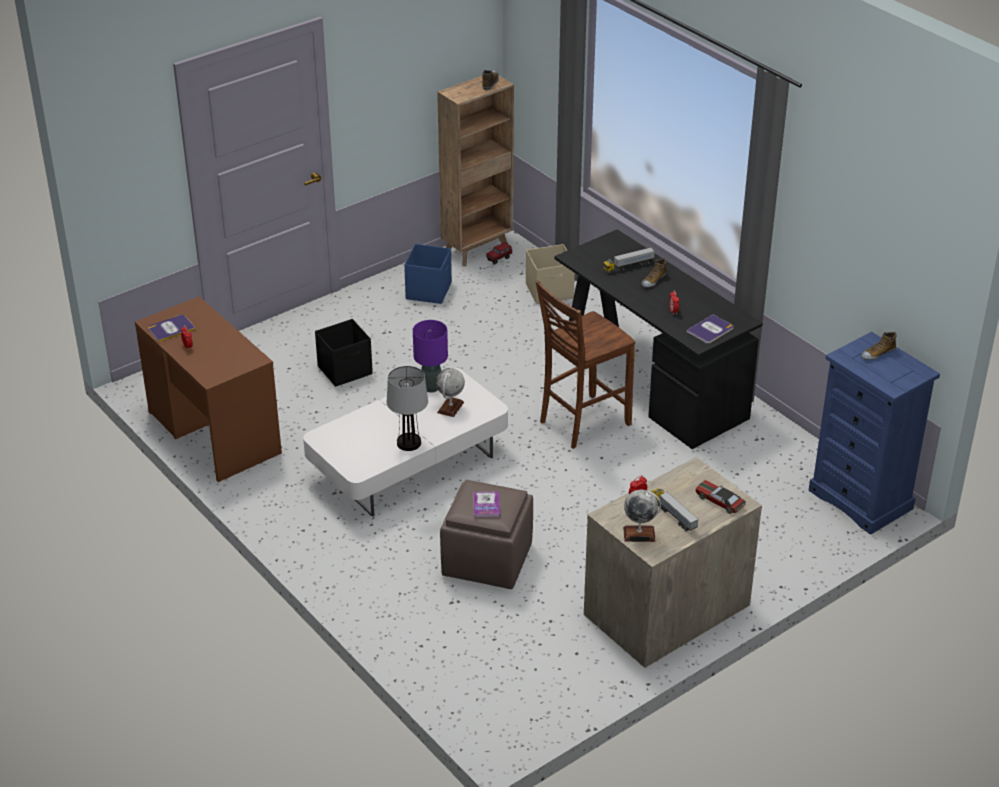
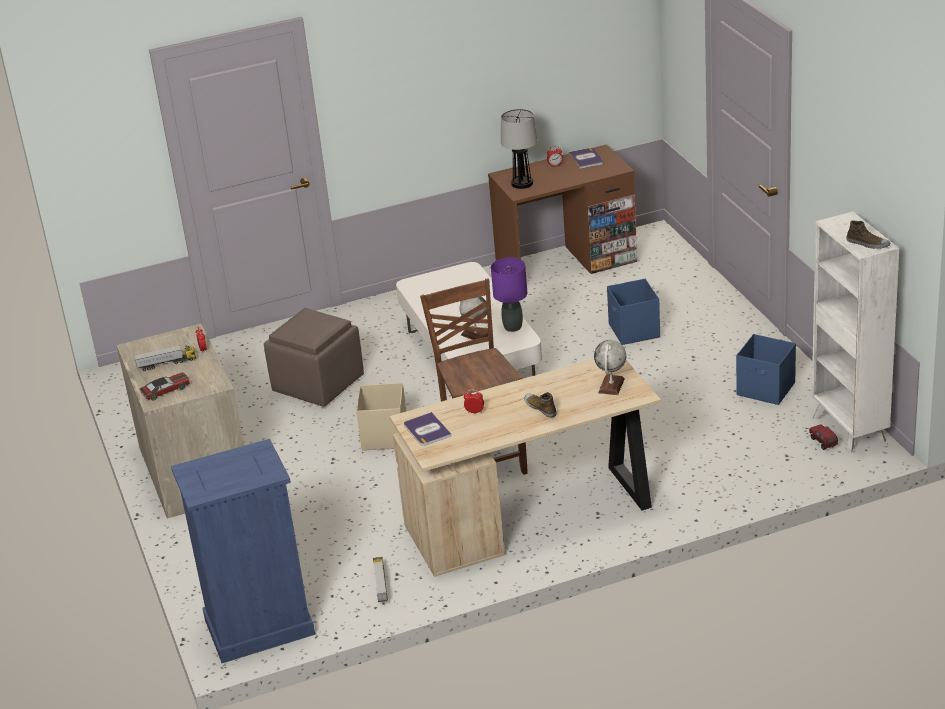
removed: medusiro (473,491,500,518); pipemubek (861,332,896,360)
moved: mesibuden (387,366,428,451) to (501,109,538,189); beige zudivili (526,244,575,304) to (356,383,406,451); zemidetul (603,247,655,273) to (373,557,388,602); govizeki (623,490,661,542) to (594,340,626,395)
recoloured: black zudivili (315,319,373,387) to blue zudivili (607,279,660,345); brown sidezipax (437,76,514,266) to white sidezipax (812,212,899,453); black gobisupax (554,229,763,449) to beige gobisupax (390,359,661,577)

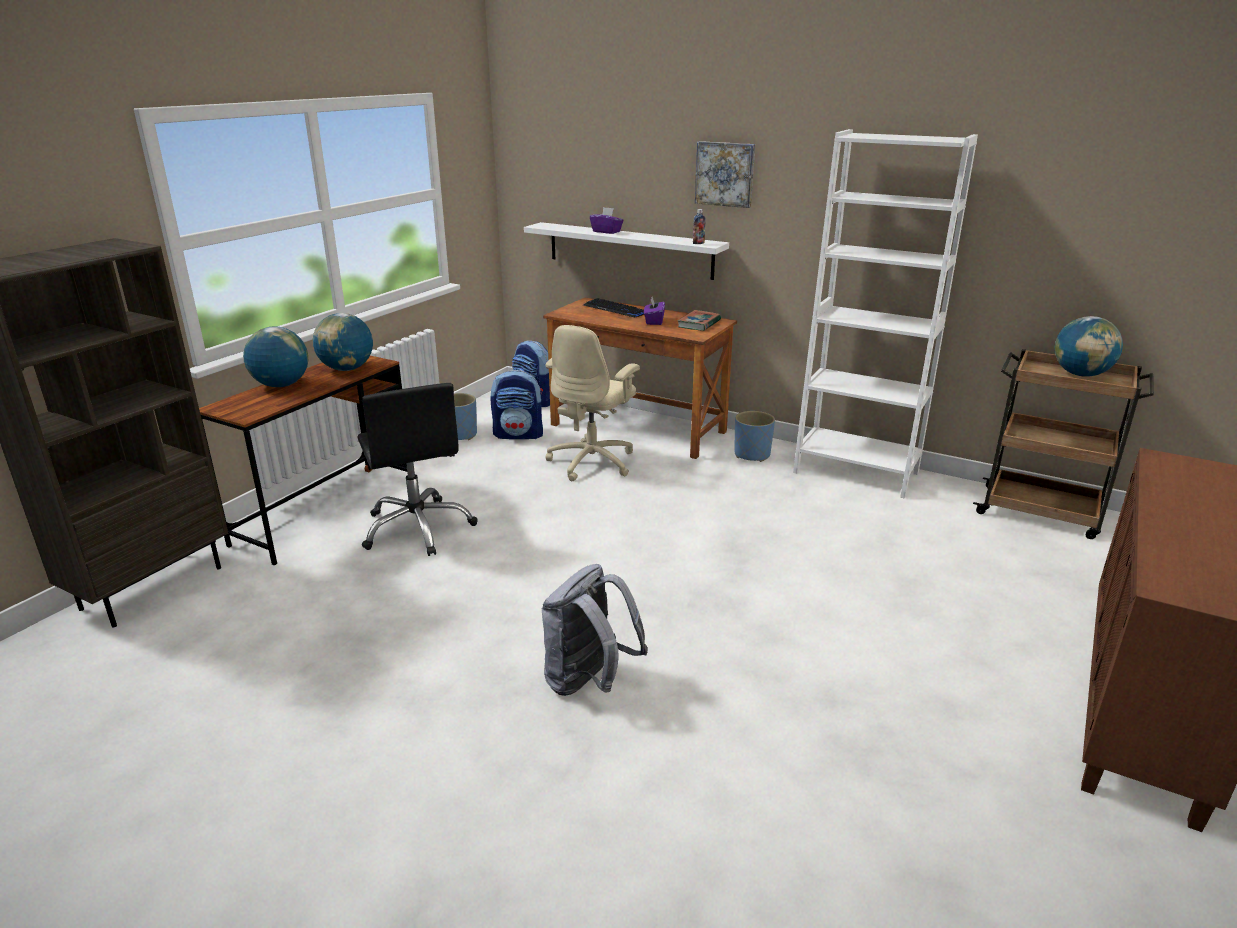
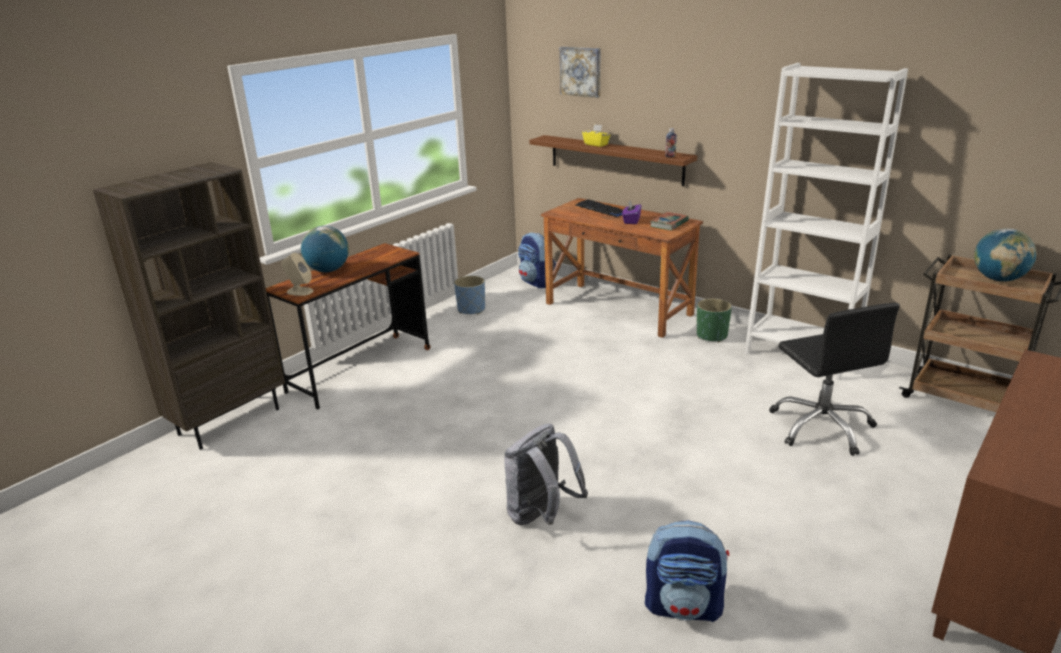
removed: govizeki (313,313,373,371); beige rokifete (546,325,640,481)
added: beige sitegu (281,253,314,296)
moved: black rokifete (357,383,477,556) to (769,303,900,456); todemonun (490,370,543,439) to (645,521,730,622); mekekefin (695,141,755,208) to (560,47,600,98)
recoloured: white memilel (524,222,729,280) to brown memilel (529,135,697,186); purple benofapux (590,207,624,234) to yellow benofapux (582,124,610,147); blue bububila (734,411,775,462) to green bububila (697,298,732,342)

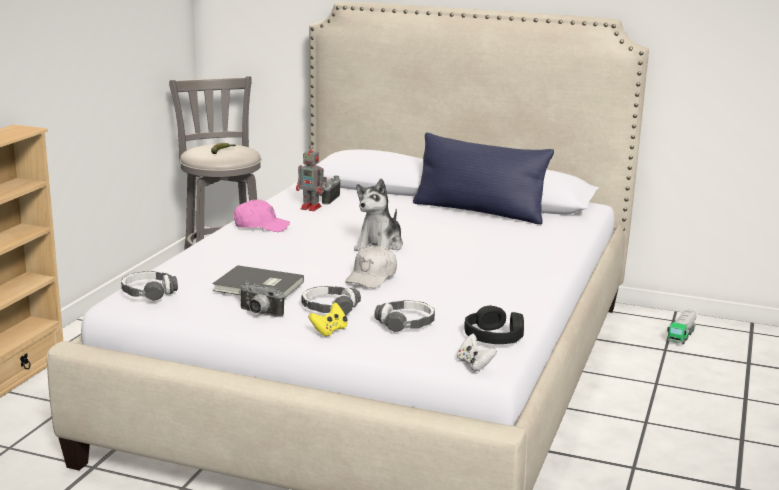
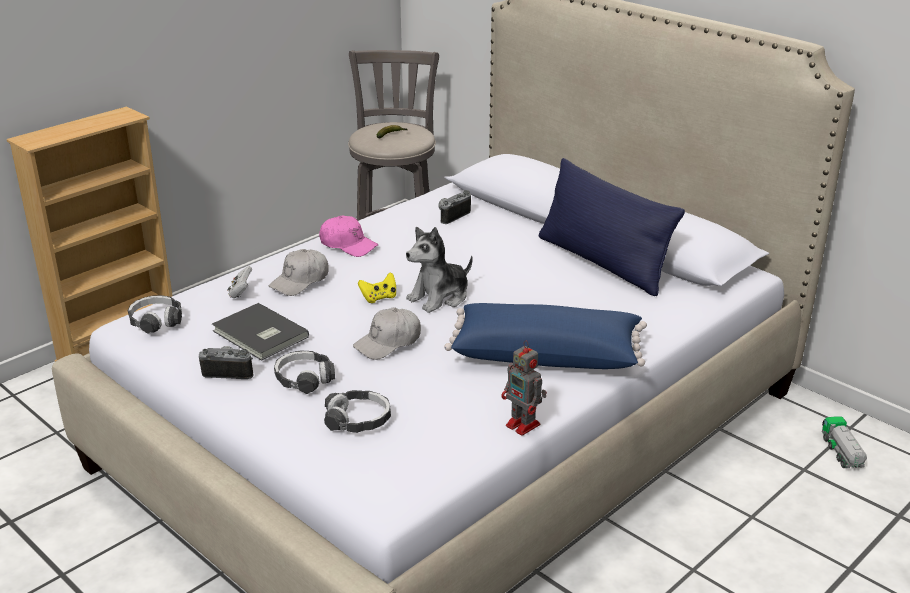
removed: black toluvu (464,306,524,344)
added: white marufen (268,249,329,296); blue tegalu (444,303,647,369)
moved: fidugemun (296,144,327,211) to (501,341,547,436); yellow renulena (309,302,348,336) to (358,272,397,303); white renulena (457,333,497,371) to (227,266,252,298)
turned: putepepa (239,281,284,317) = (199,346,253,379) 135 degrees clockwise; zemidetul (667,309,697,344) = (822,417,867,468) 120 degrees clockwise

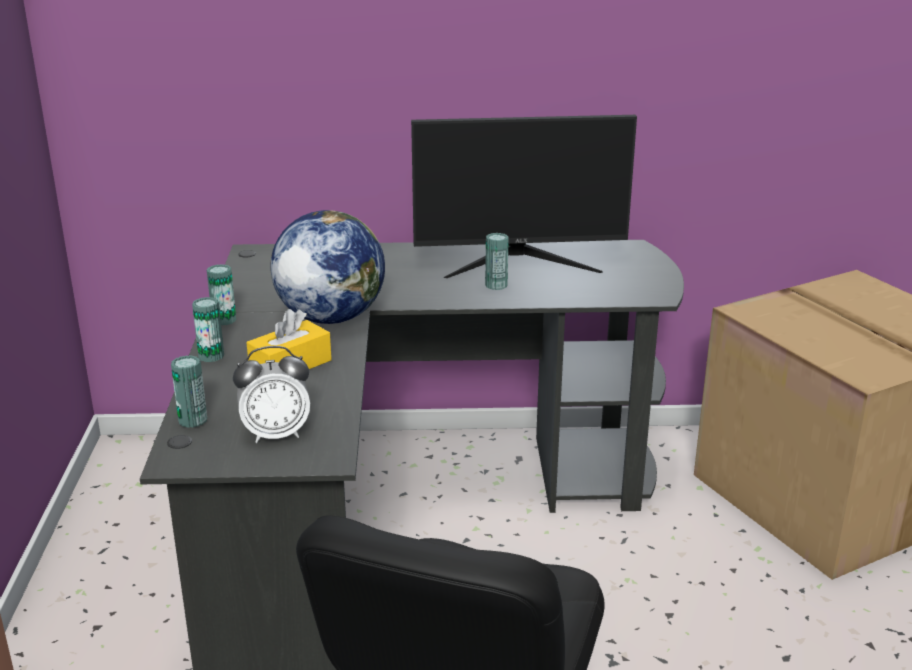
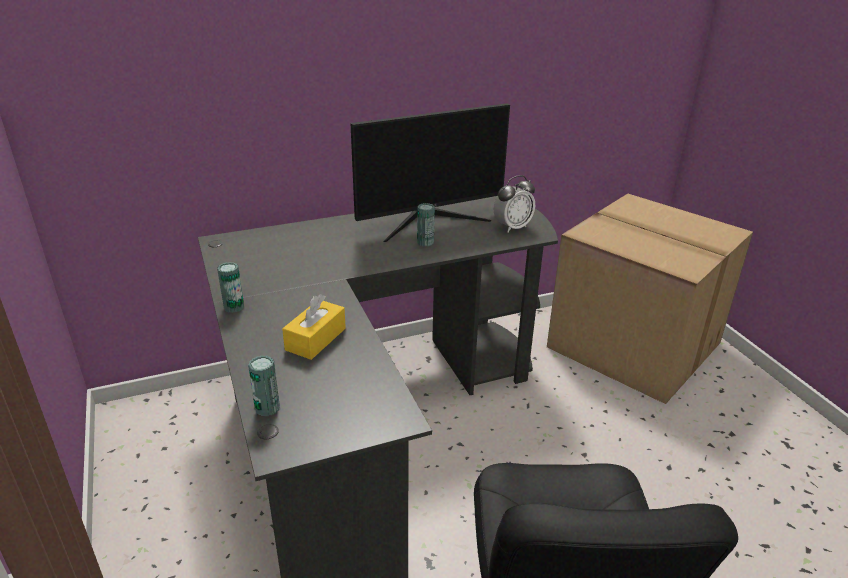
removed: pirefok (192,297,224,362); govizeki (270,210,385,324)
moved: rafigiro (233,346,310,443) to (494,175,535,232)

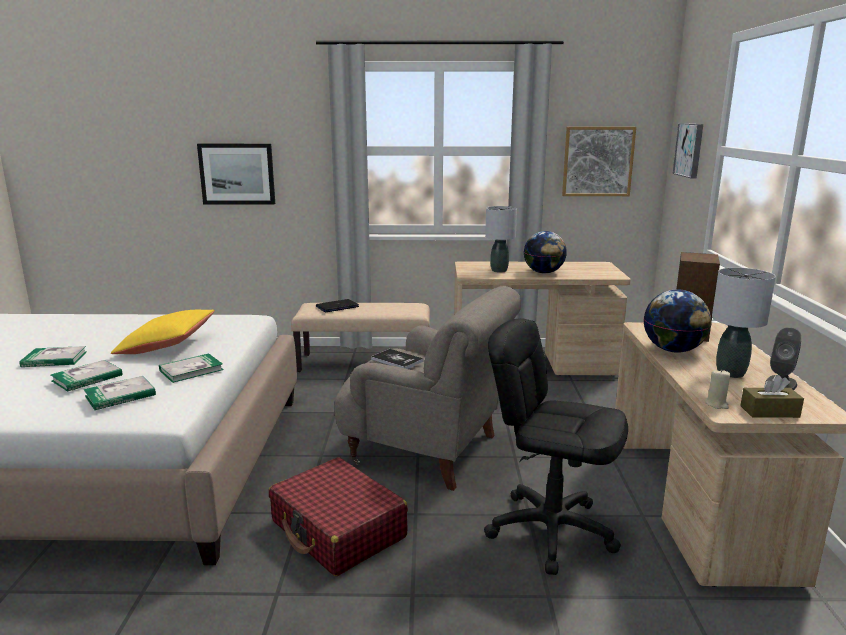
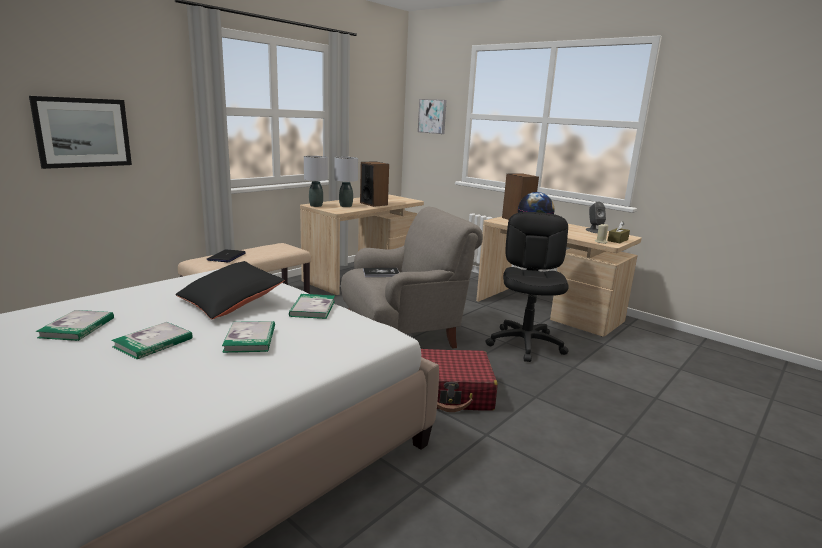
removed: mekekefin (562,127,636,196)
moved: medusiro (84,376,156,410) to (36,310,114,341); grey mesibuden (712,268,776,378) to (304,156,328,207)
replaced: govizeki (524,231,567,274) to sitegu (360,161,389,207)
recoloured: yellow tegalu (111,310,215,354) to black tegalu (175,261,284,319)
turned: black rokifete (484,318,628,575) = (485,212,569,362) 120 degrees clockwise

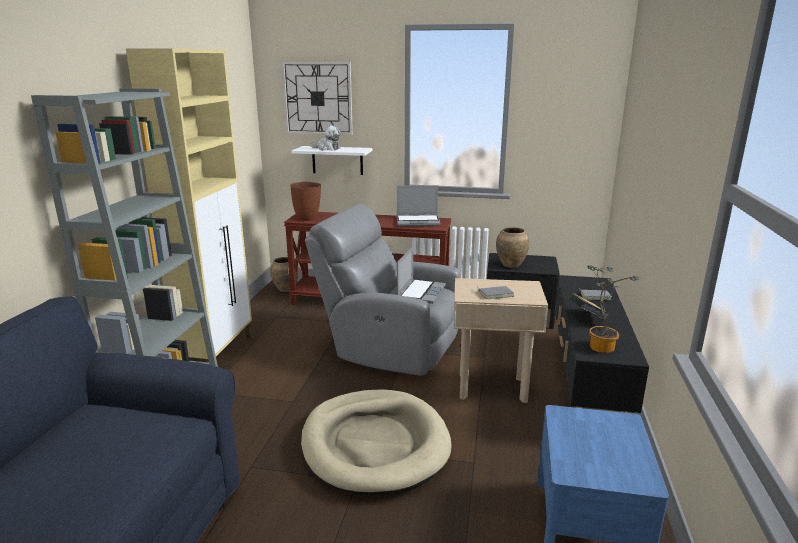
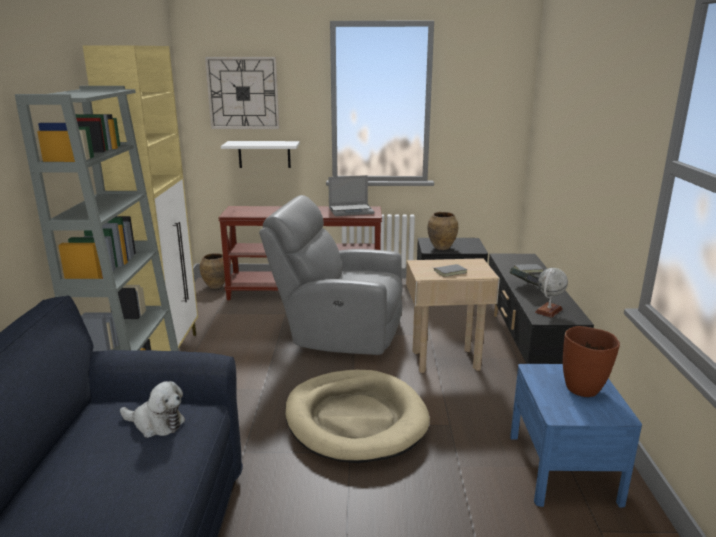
removed: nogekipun (397,247,446,304)
moved: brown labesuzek (290,181,321,221) to (563,326,620,397); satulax (310,125,341,151) to (120,381,185,438)
replaced: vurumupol (587,265,639,353) to govizeki (535,268,568,318)

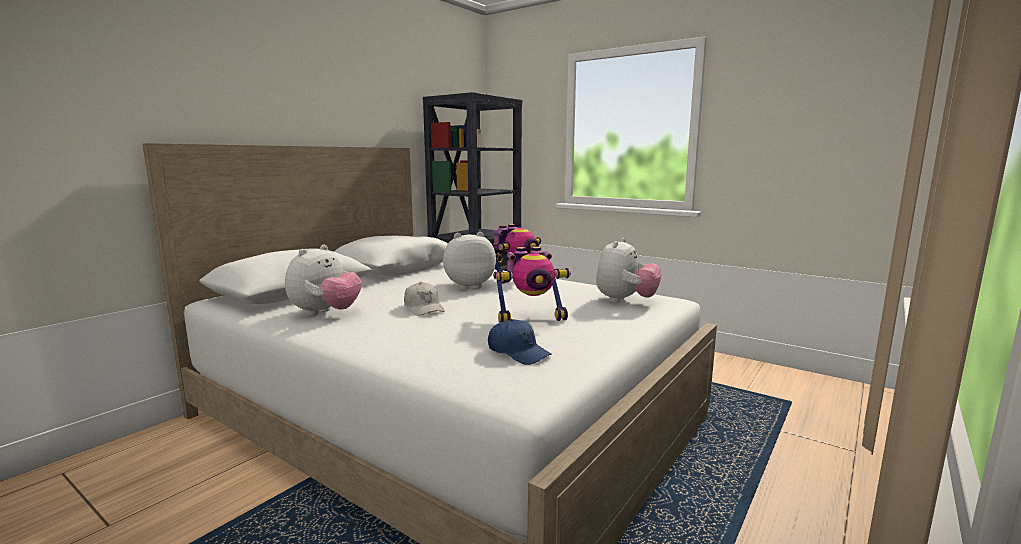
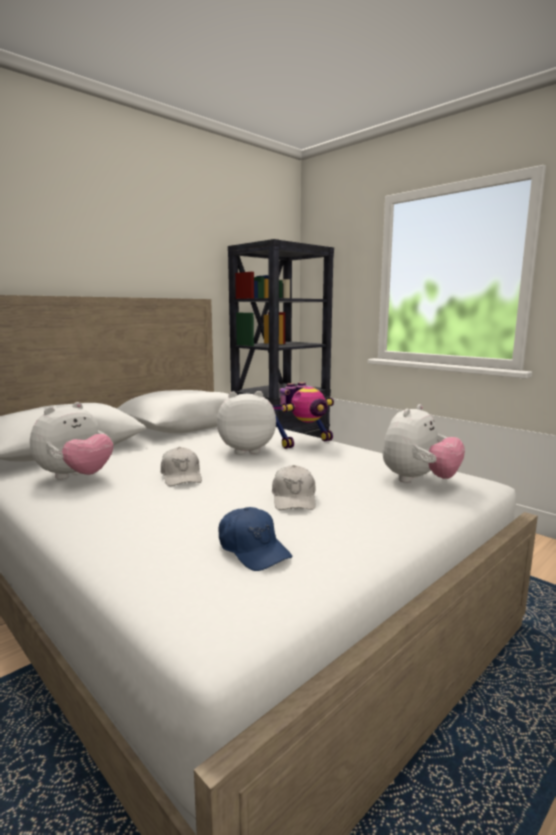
replaced: fidugemun (493,247,571,322) to white marufen (272,465,316,510)

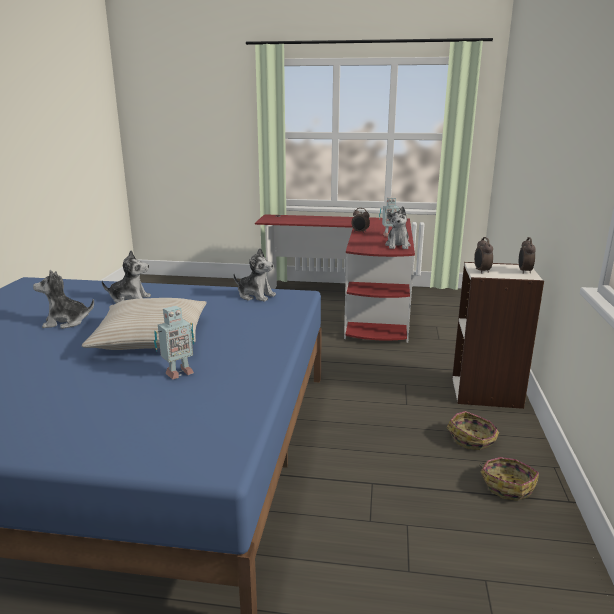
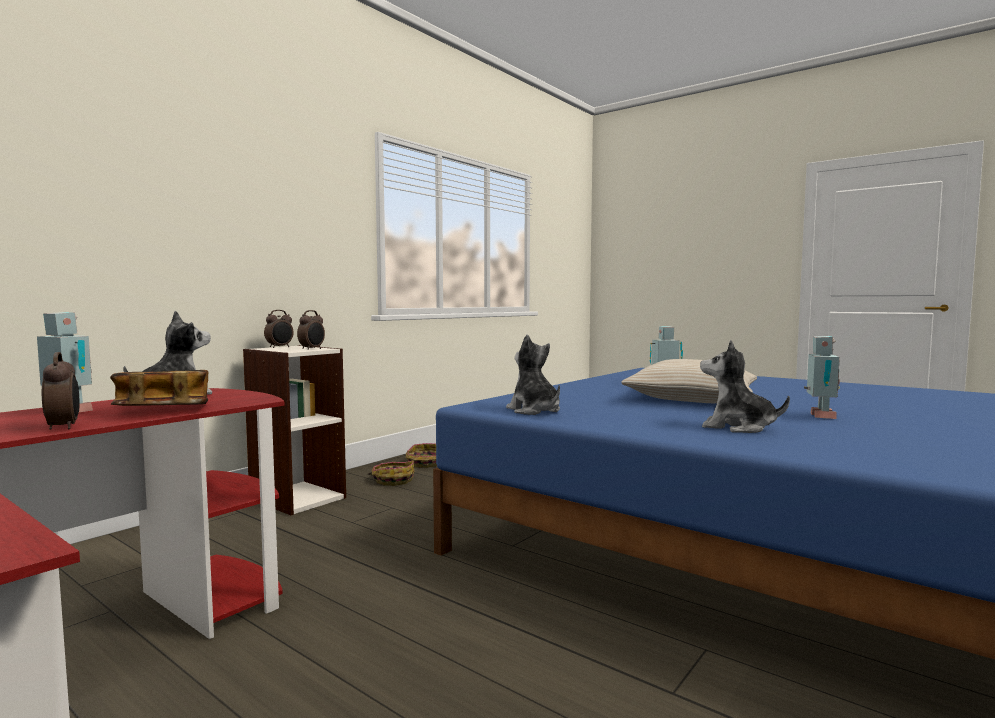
added: medusiro (110,370,209,406)
replaced: satulax (33,270,94,329) to fidugemun (804,336,840,419)

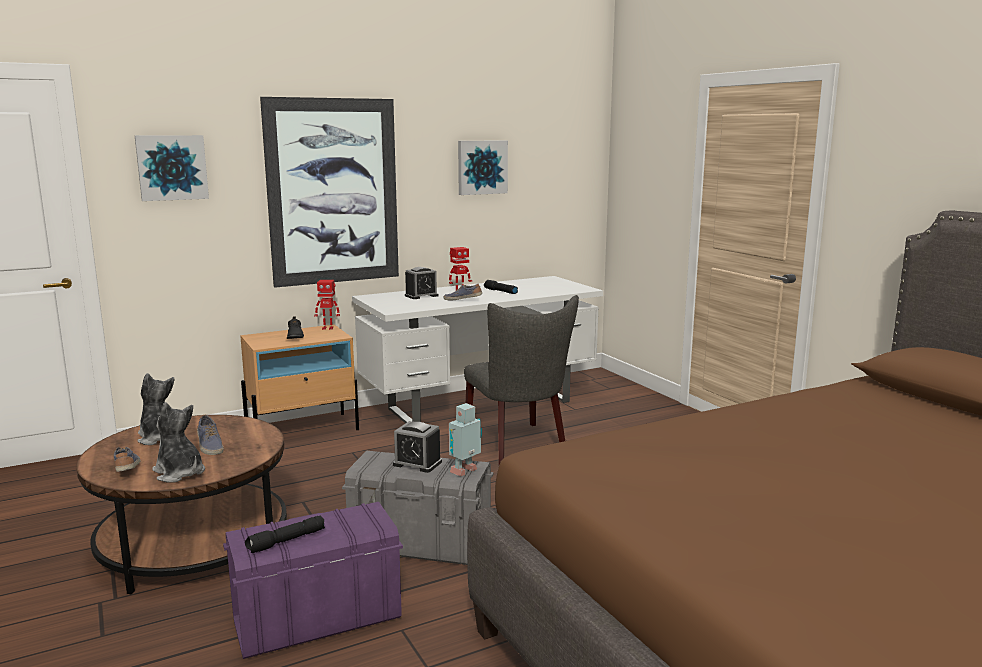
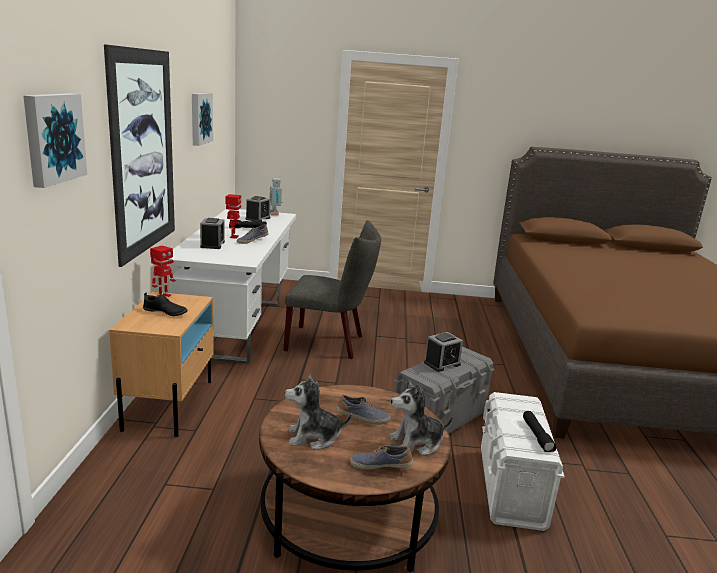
added: rafigiro (246,196,270,222)
moved: fidugemun (449,403,482,476) to (269,178,283,215)
recoloured: purple zudivili (223,502,403,659) to white zudivili (481,392,564,531)

